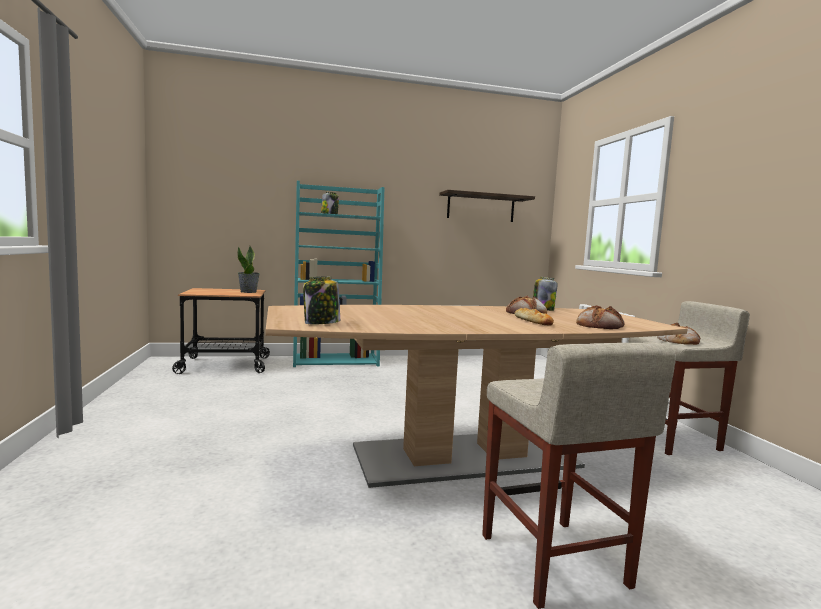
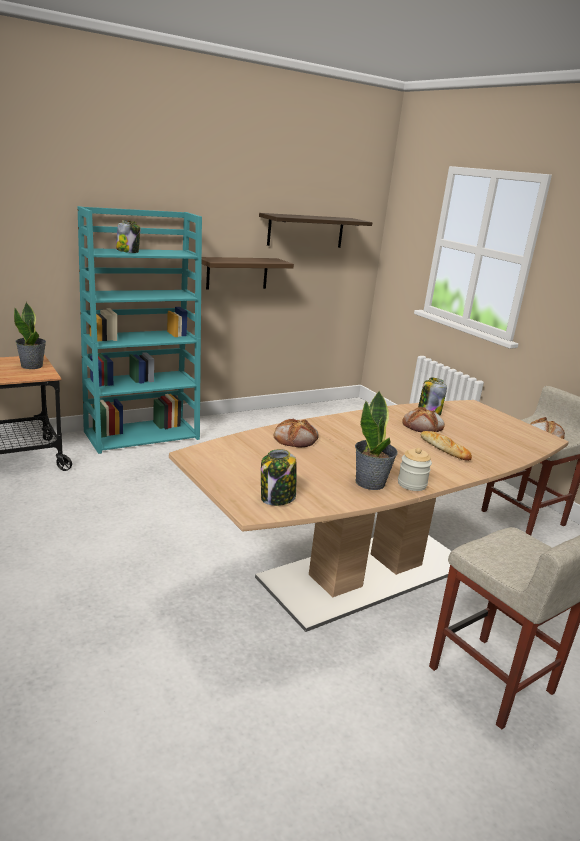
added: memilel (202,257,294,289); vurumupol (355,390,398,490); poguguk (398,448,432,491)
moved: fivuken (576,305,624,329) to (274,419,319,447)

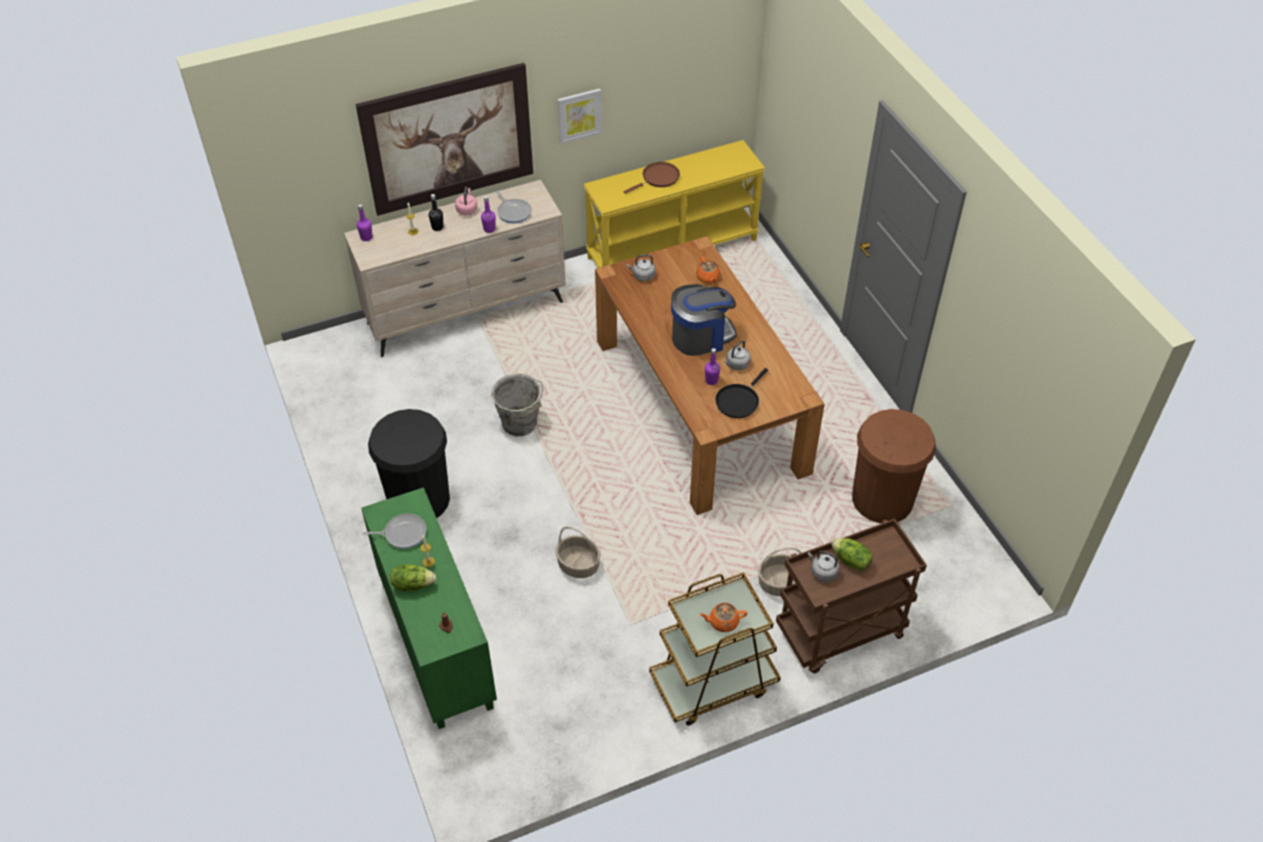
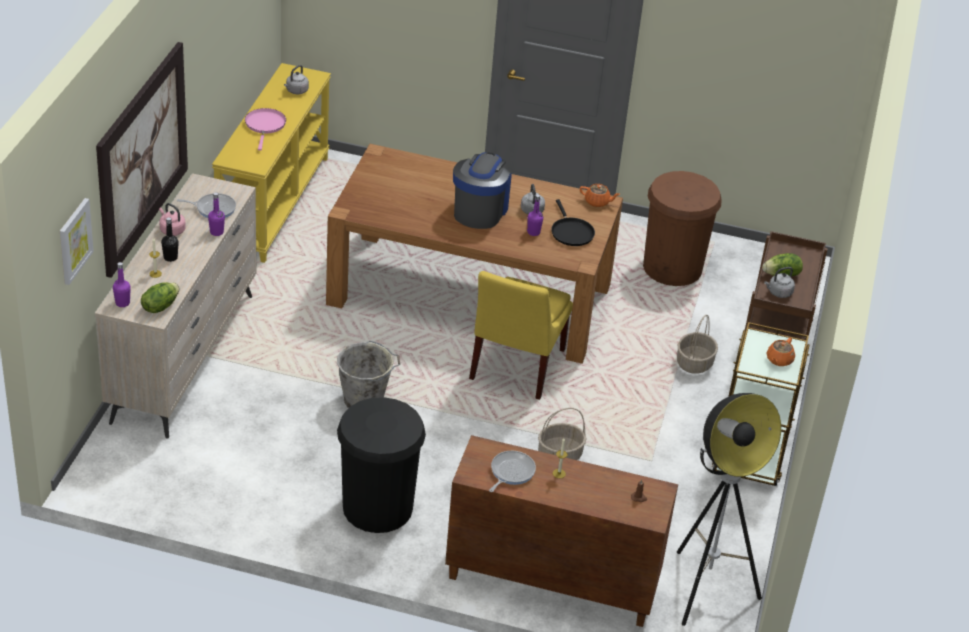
added: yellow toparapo (469,271,573,400); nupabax (677,393,781,626)
moved: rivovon (390,564,436,591) to (141,282,180,313); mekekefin (557,88,602,144) to (60,198,94,285); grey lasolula (627,254,655,281) to (284,65,309,94); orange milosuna (696,257,720,283) to (580,184,620,207)
recoloured: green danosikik (361,487,497,729) to brown danosikik (445,435,678,627); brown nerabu (624,162,680,194) to pink nerabu (245,108,286,150)

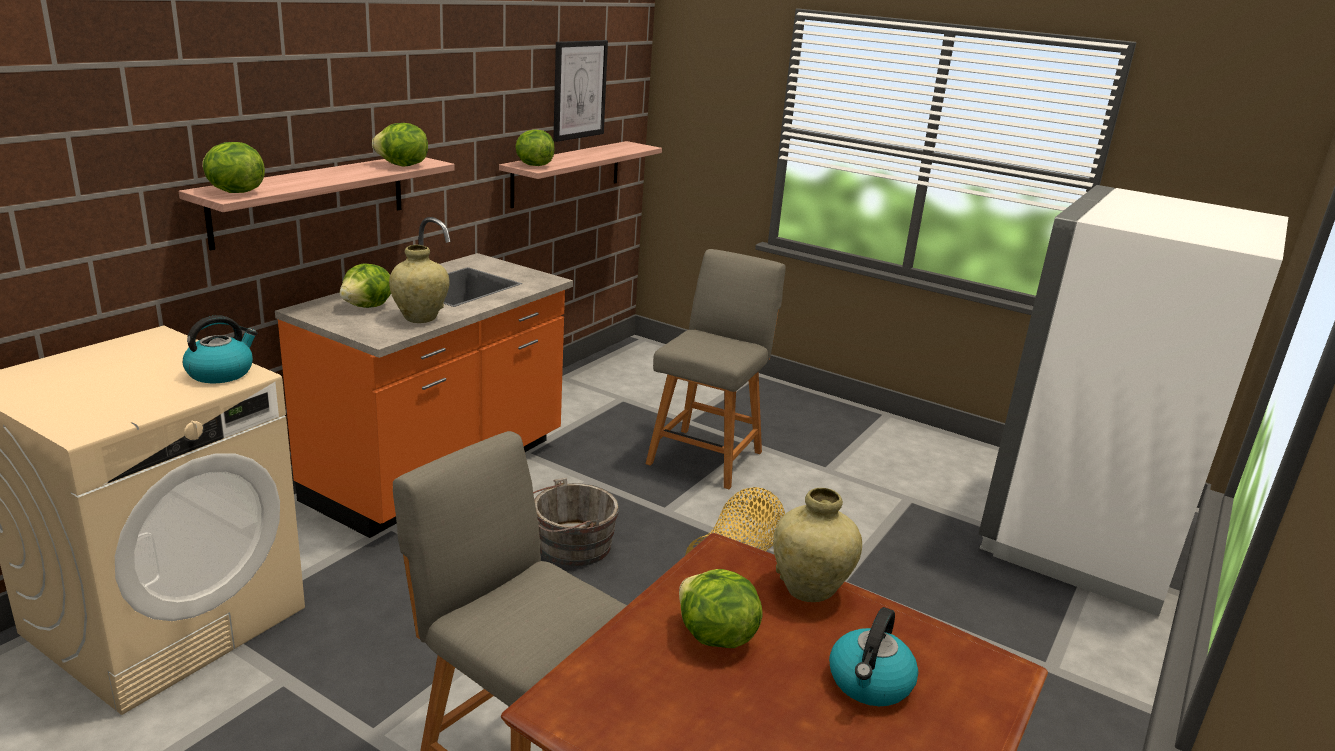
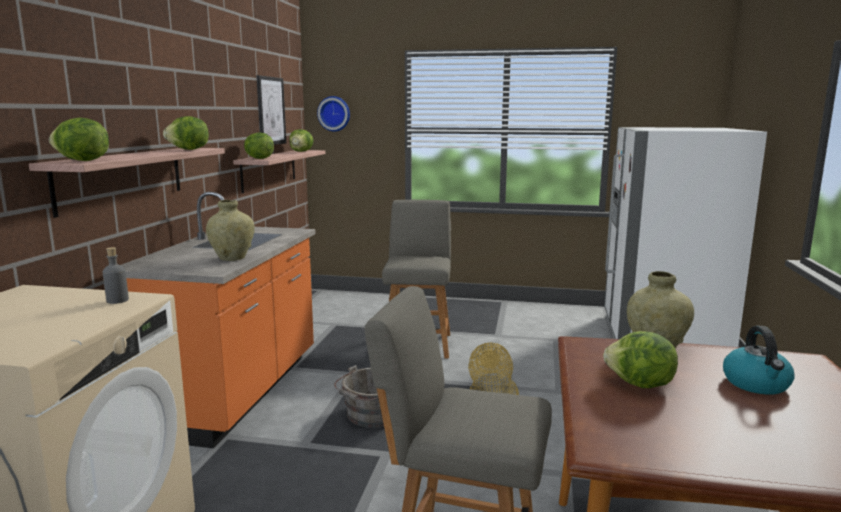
added: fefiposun (317,96,350,131)
moved: rivovon (340,263,391,308) to (289,129,313,152)
replaced: lasolula (183,315,257,383) to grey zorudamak (103,247,129,304)

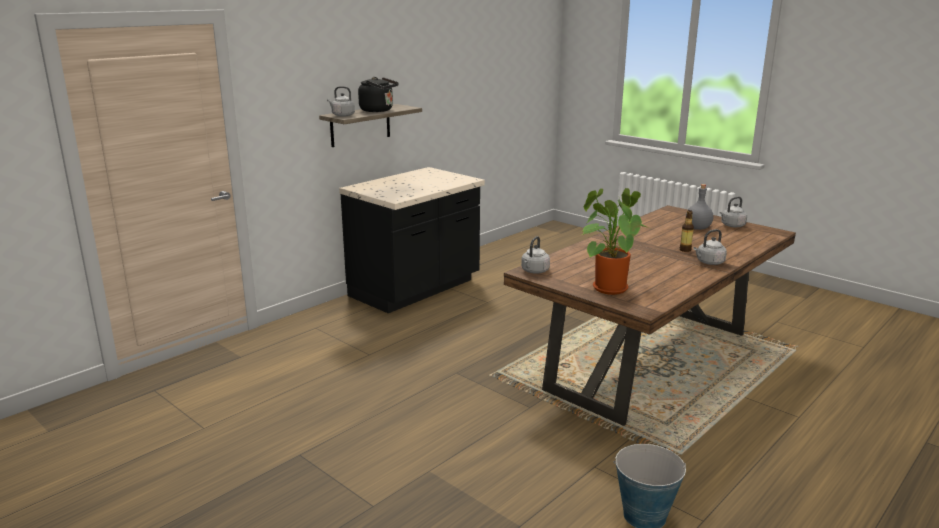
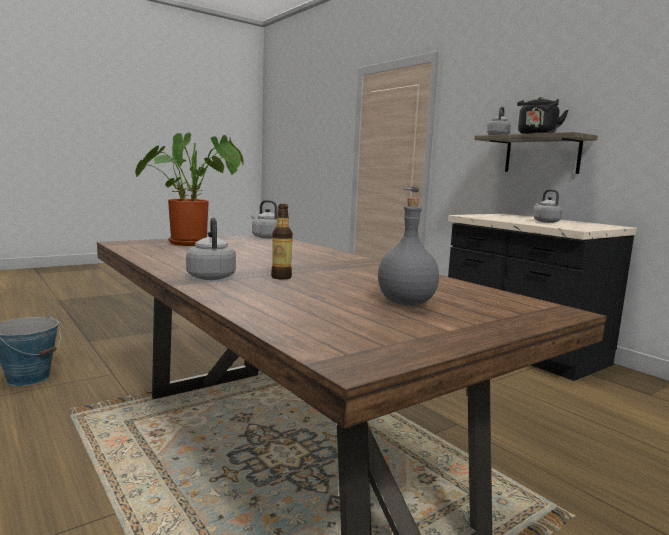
moved: grey lasolula (720,197,747,227) to (534,189,562,223)

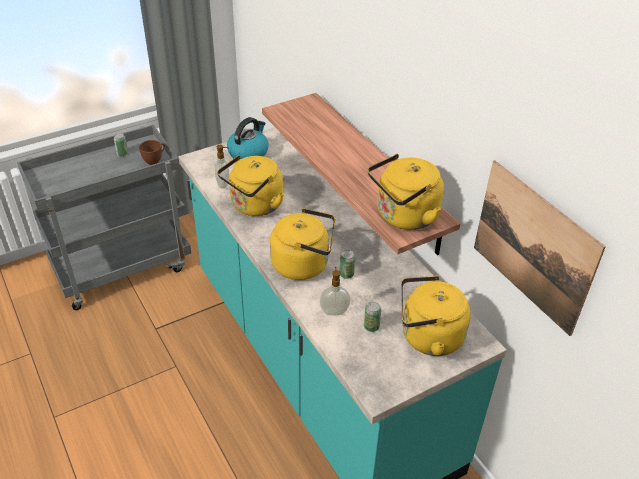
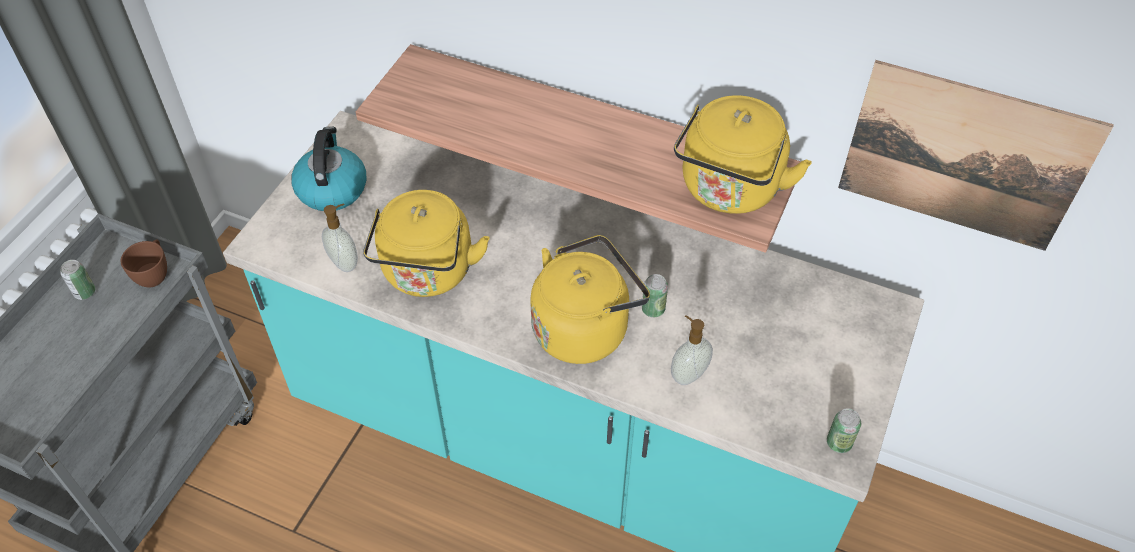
removed: yellow lasolula (401,276,471,356)
moved: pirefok (364,302,381,332) to (827,408,861,453)

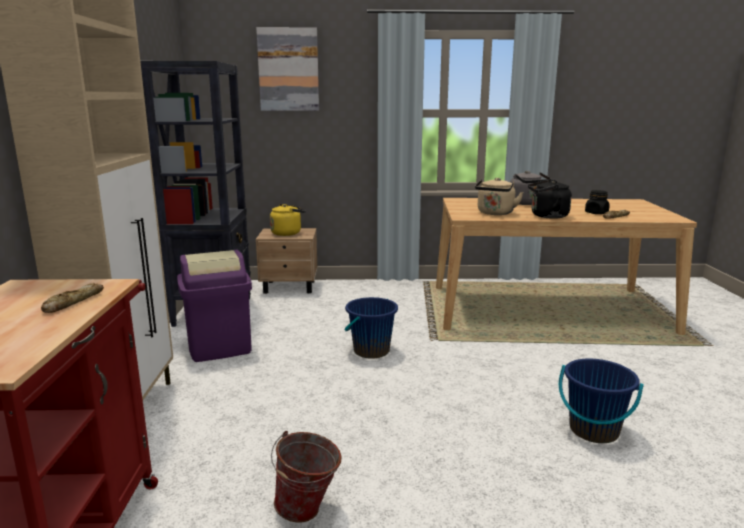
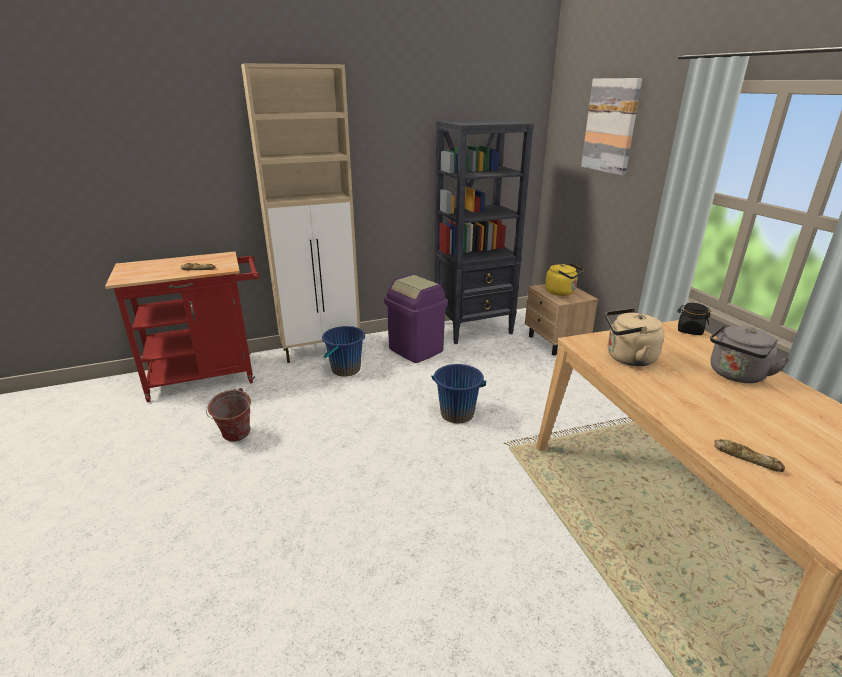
removed: black lasolula (528,180,572,219)
moved: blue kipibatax (559,359,644,443) to (322,326,365,377); black poguguk (585,190,610,214) to (678,303,711,335)

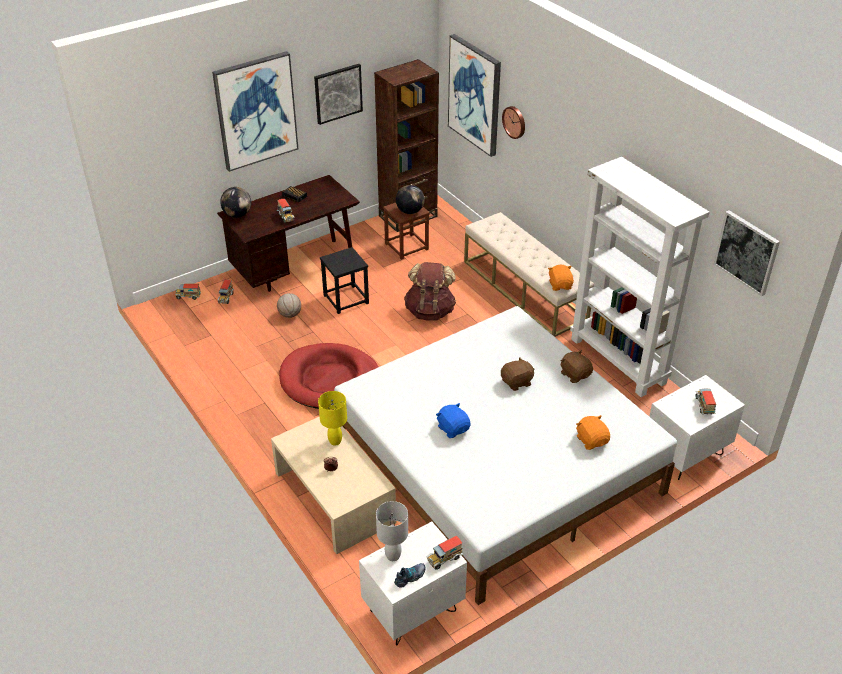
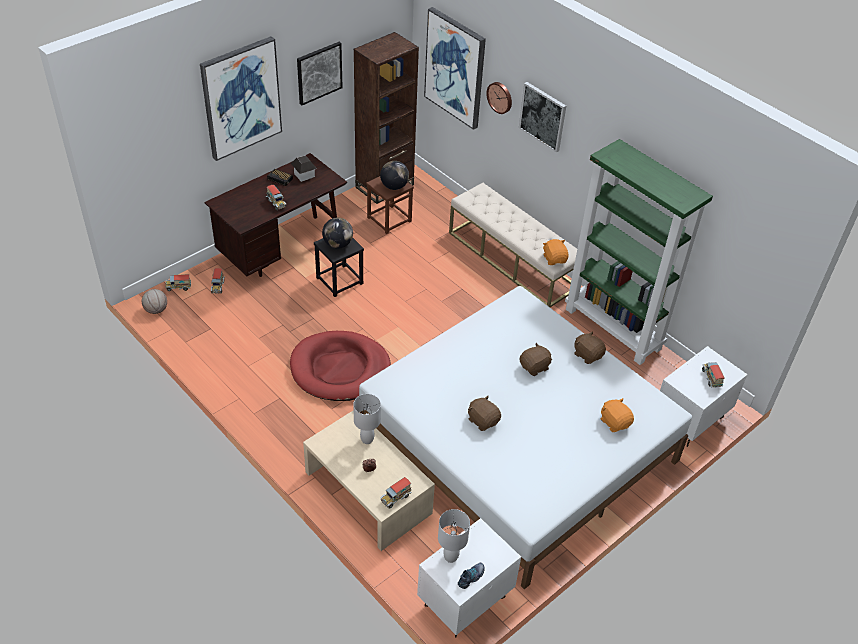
removed: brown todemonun (404,262,456,321)
added: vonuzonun (291,156,317,182)
moved: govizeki (220,187,251,218) to (322,218,353,249); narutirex (277,293,301,318) to (142,289,167,314); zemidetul (426,536,463,570) to (380,477,412,508); mekekefin (714,210,780,296) to (519,82,566,153)
recoloured: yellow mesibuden (318,391,347,446) to white mesibuden (353,394,381,444); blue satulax (436,403,471,438) to brown satulax (468,396,501,431); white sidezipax (570,157,710,397) to green sidezipax (565,139,713,365)

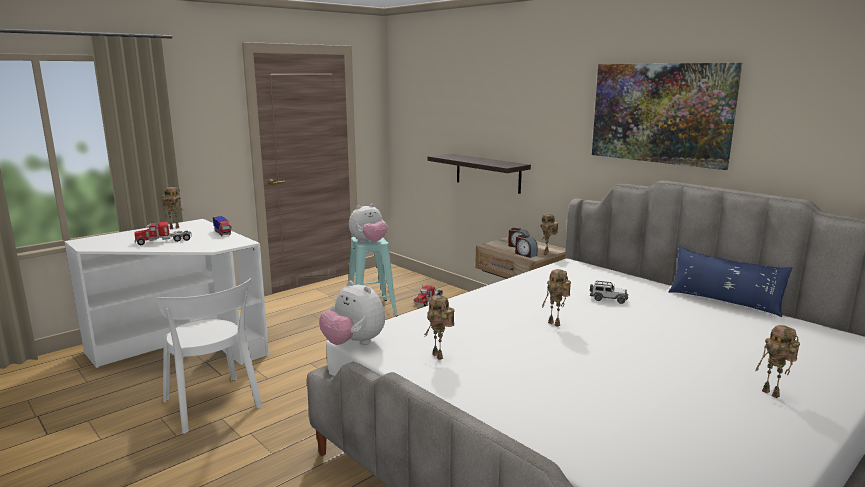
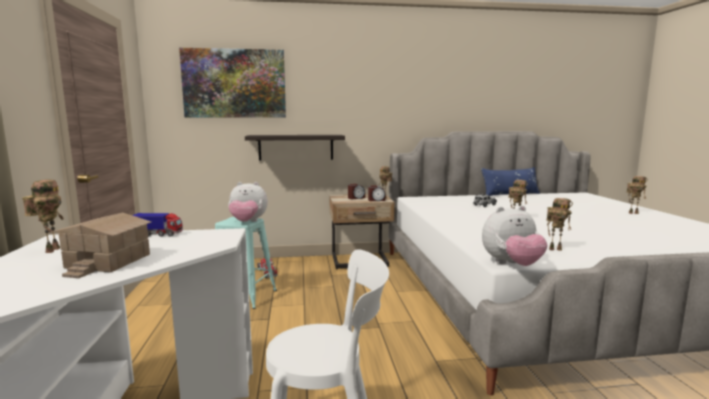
moved: mekekefin (592,63,742,170) to (179,48,286,118)
replaced: zemidetul (134,219,192,245) to vonuzonun (52,213,151,278)
turned: satulax (349,204,388,243) = (228,182,268,222) 90 degrees clockwise

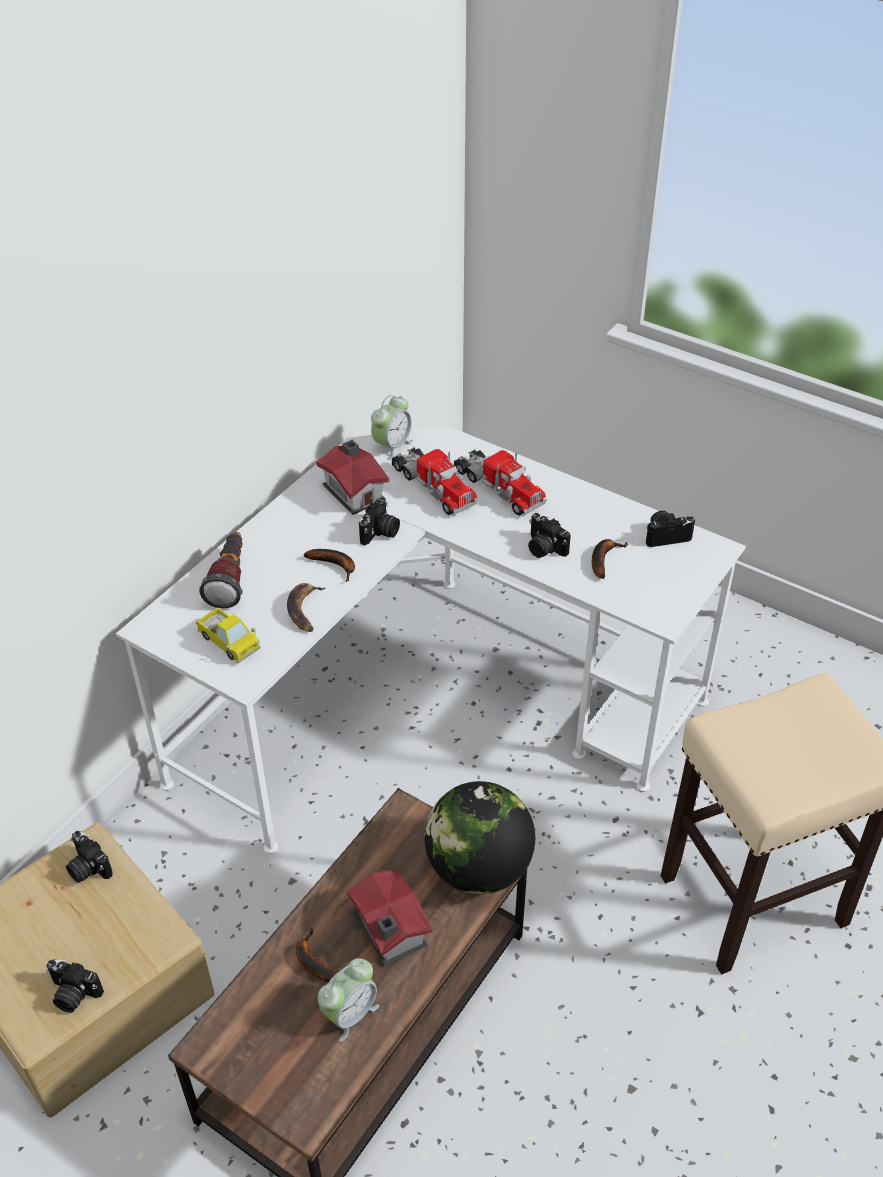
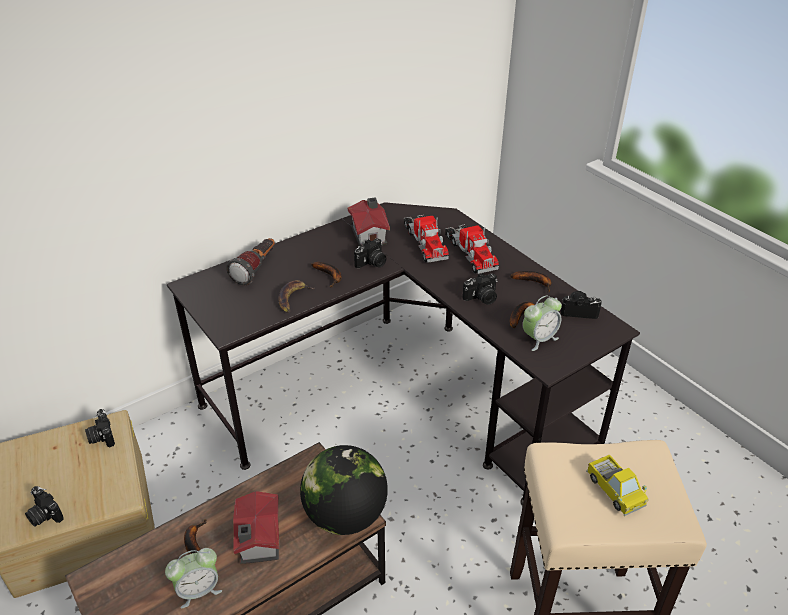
added: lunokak (511,271,551,292)
moved: zemidetul (196,608,261,663) to (586,454,649,516); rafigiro (371,395,413,460) to (523,296,562,351)
recoloured: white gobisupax (116,426,746,854) to black gobisupax (167,202,640,505)
turned: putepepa (528,513,571,558) = (462,273,498,305) 90 degrees counterclockwise

